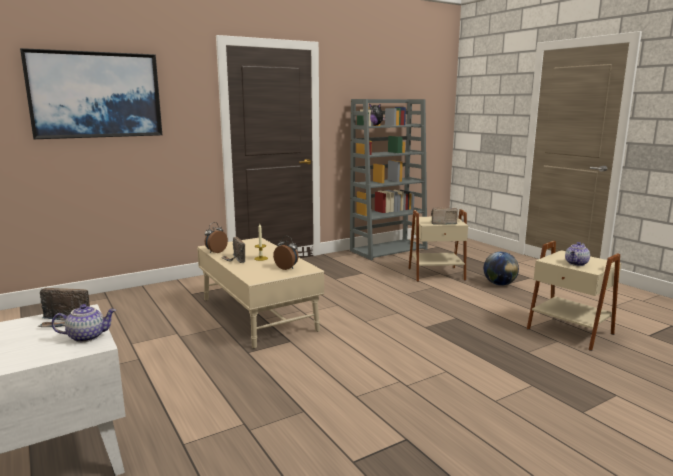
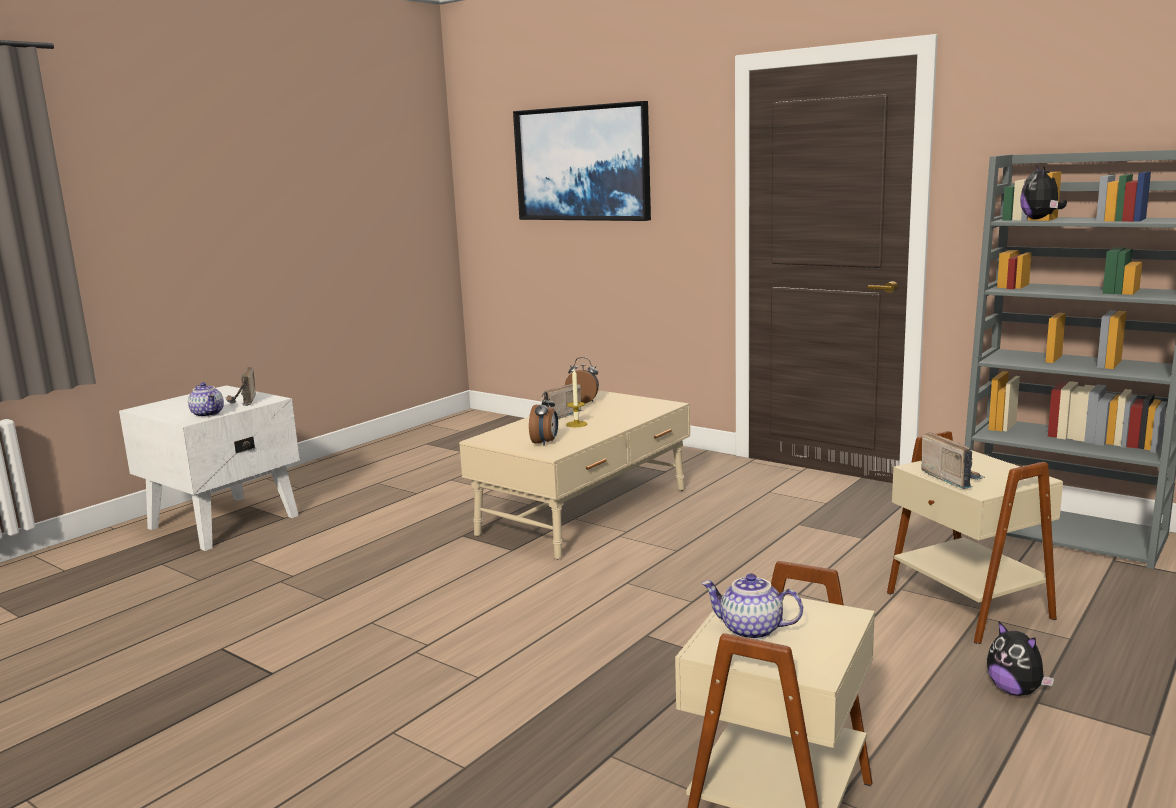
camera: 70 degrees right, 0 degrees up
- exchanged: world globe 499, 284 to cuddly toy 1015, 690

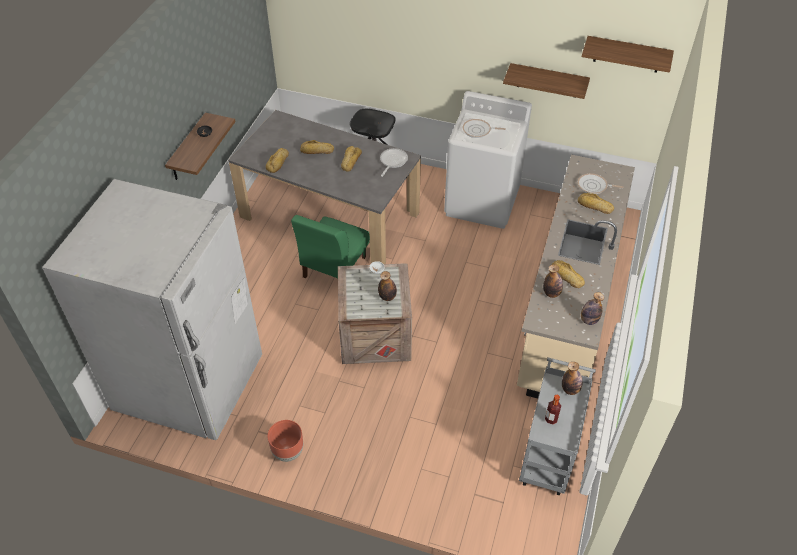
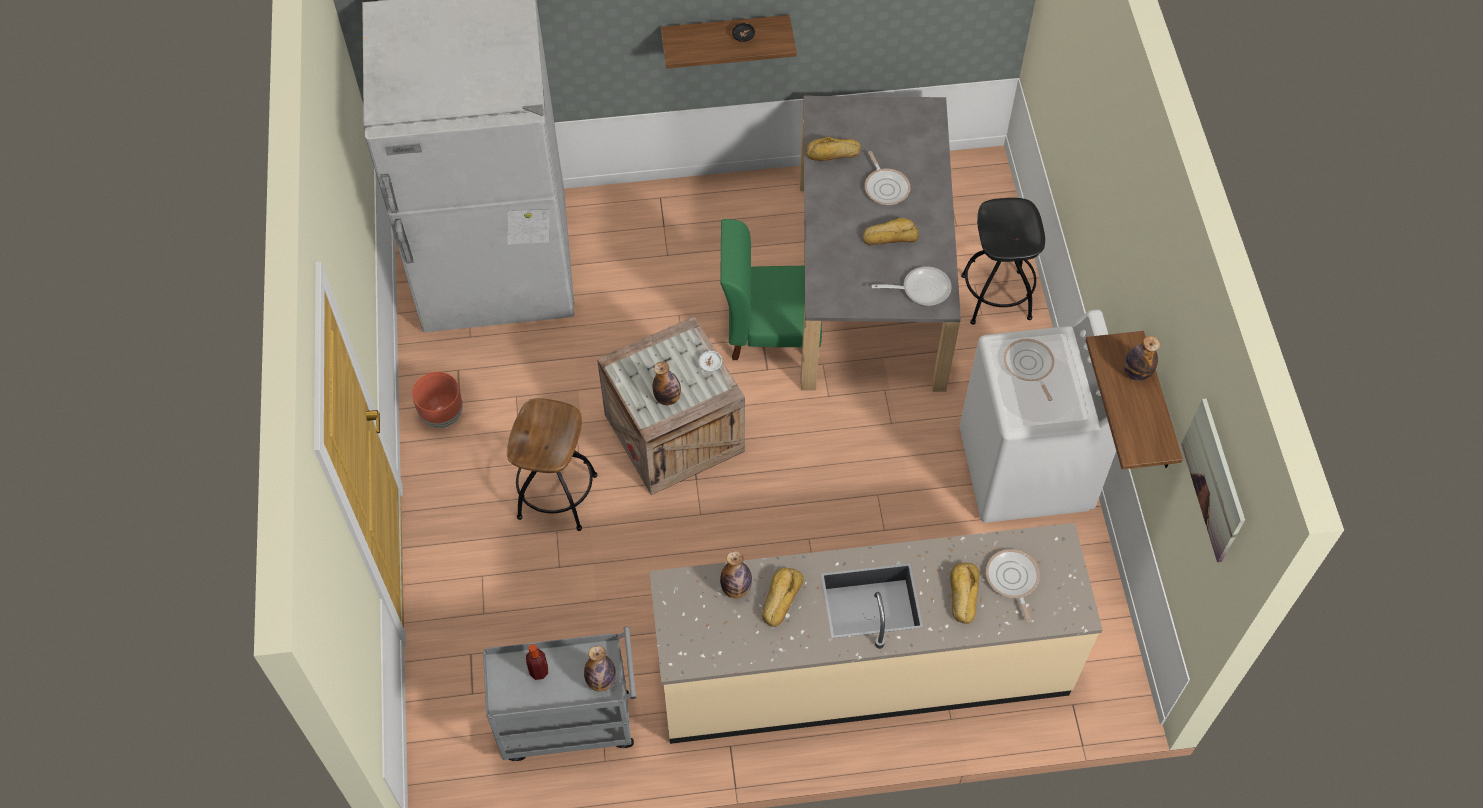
camera: 65 degrees right, 10 degrees up
- exchanged: baked bread 317, 151 to pan 886, 187
- relocated: drink bottle 589, 320 to 1136, 373
- exchanged: shelf 627, 54 to wall art 1214, 480
- appeared: brownish sitting stool 557, 496

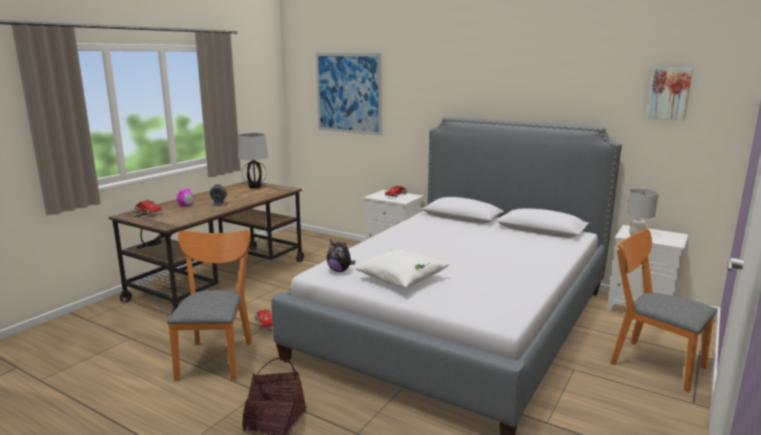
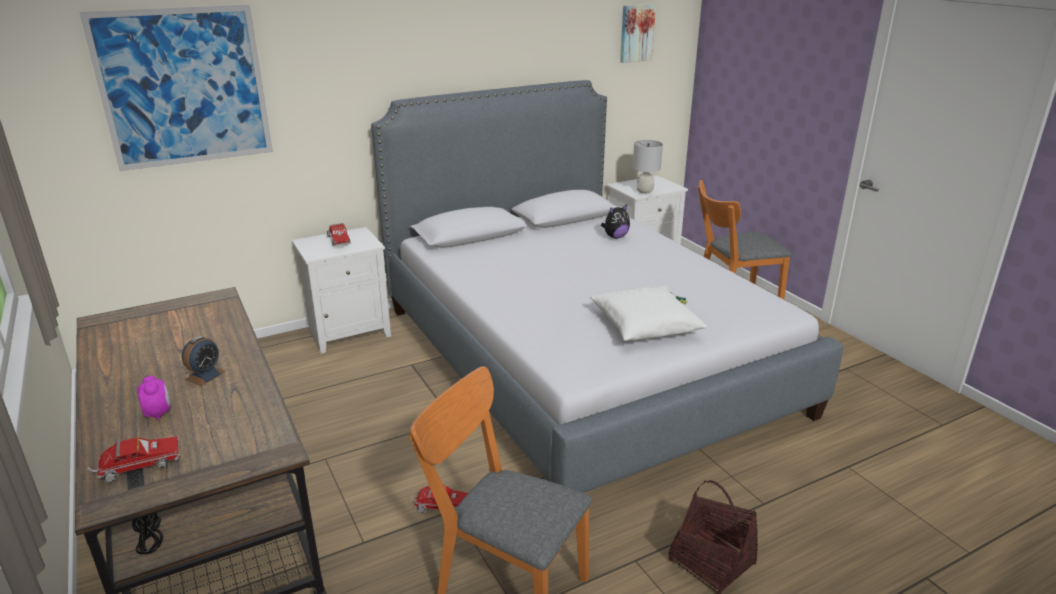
camera: 60 degrees left, 10 degrees up
- missing: table lamp 255, 186
- relocated: cuddly toy 340, 270 to 615, 237

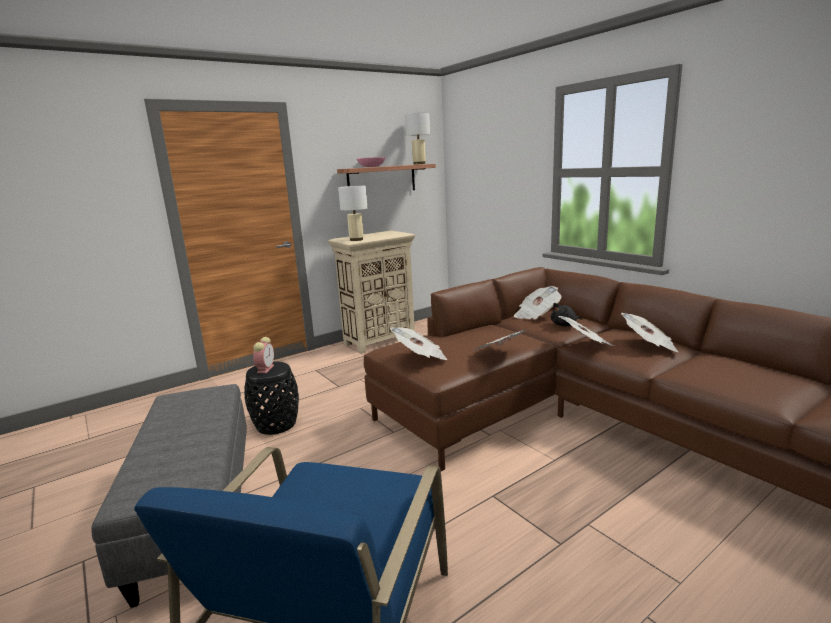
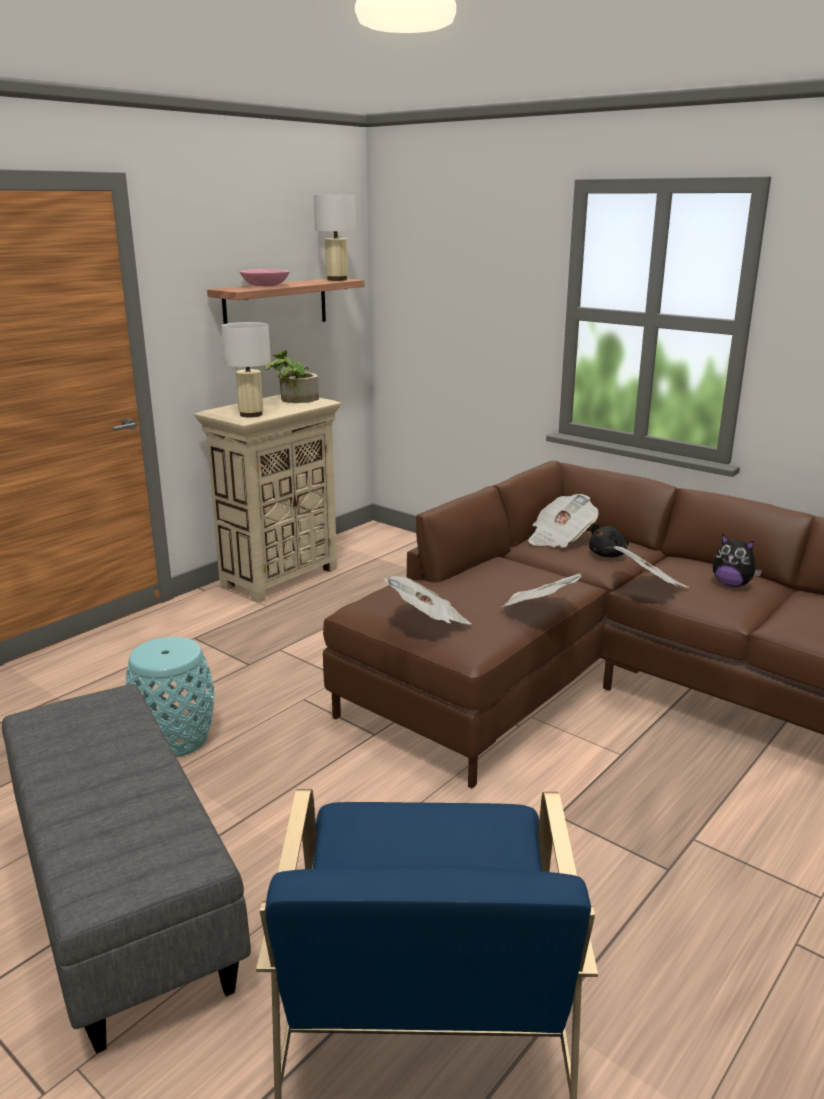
camera: 15 degrees left, 5 degrees up
- colour: black sitting stool 276, 424 to blue-green sitting stool 175, 739
- missing: table clock 265, 368
- exchanged: newspaper 649, 345 to cuddly toy 732, 584
- appeared: houseplant 293, 399

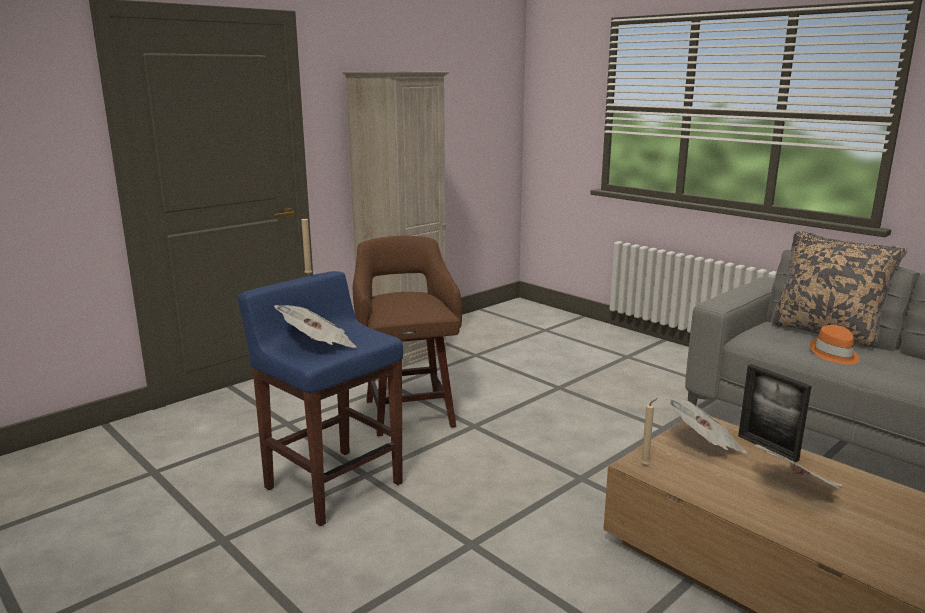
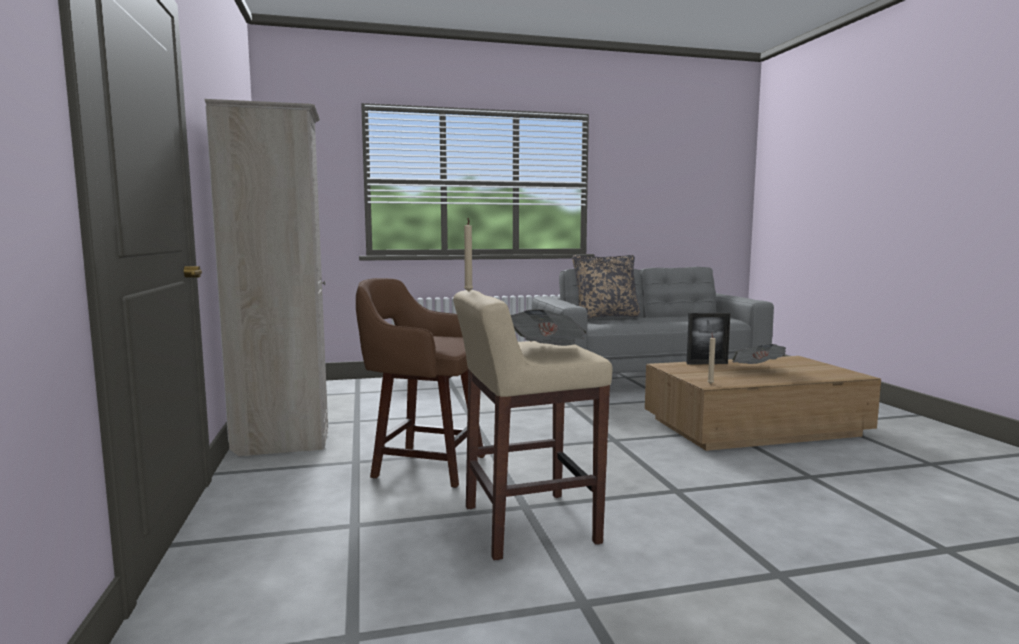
camera: 60 degrees left, 10 degrees down
- colour: blue-coloured sitting stool 332, 485 to beige-coloured sitting stool 527, 525
- missing: newspaper 704, 444
- missing: orange-coloured hat 834, 354

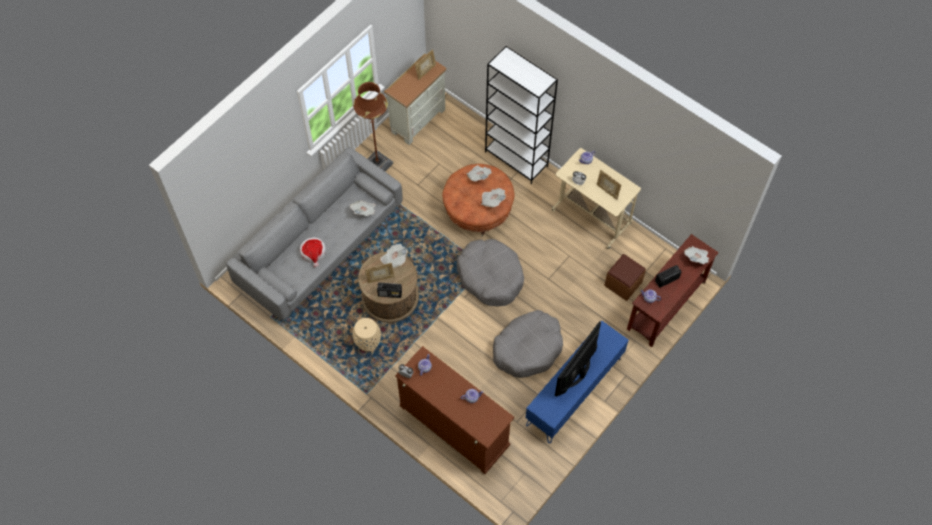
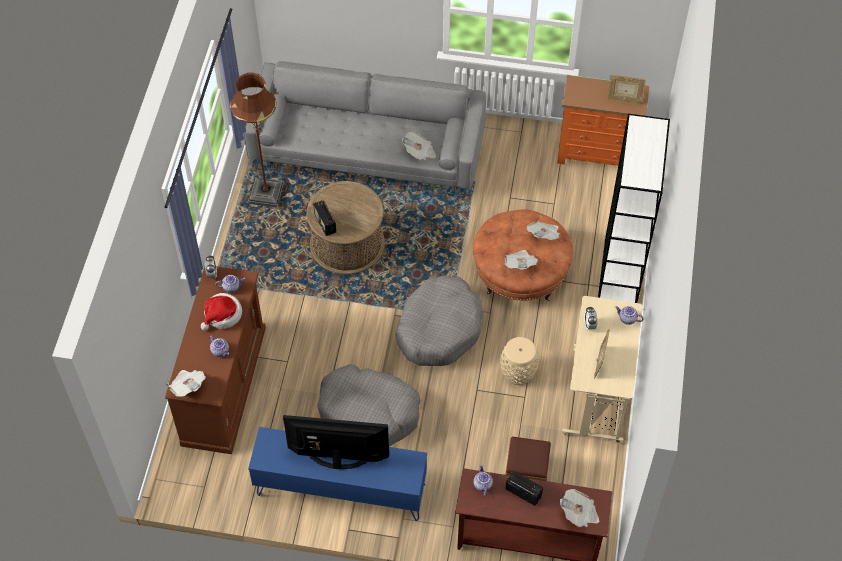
camera: 60 degrees right, 5 degrees down
- relocated: hat 313, 253 to 222, 315
- relocated: beige-coloured sitting stool 367, 342 to 518, 372
- relocated: brownish standing lamp 377, 164 to 266, 194
- missing: photo frame 380, 278
- relocated: newspaper 394, 260 to 188, 386
- colour: white-coloured chest of drawers 418, 120 to orange-coloured chest of drawers 596, 155

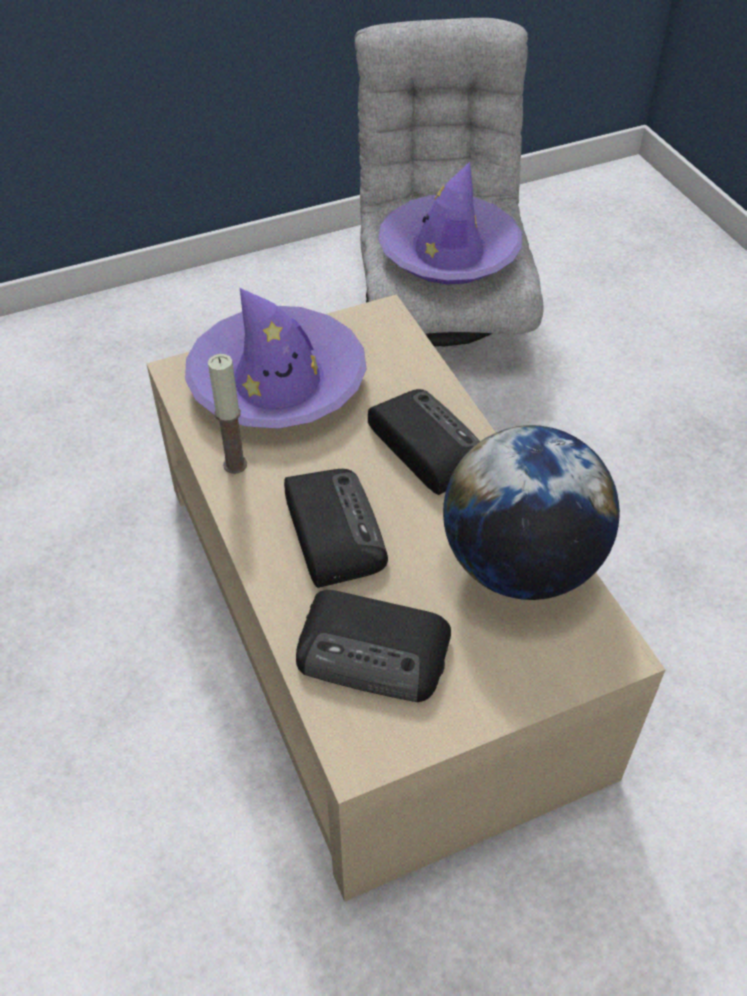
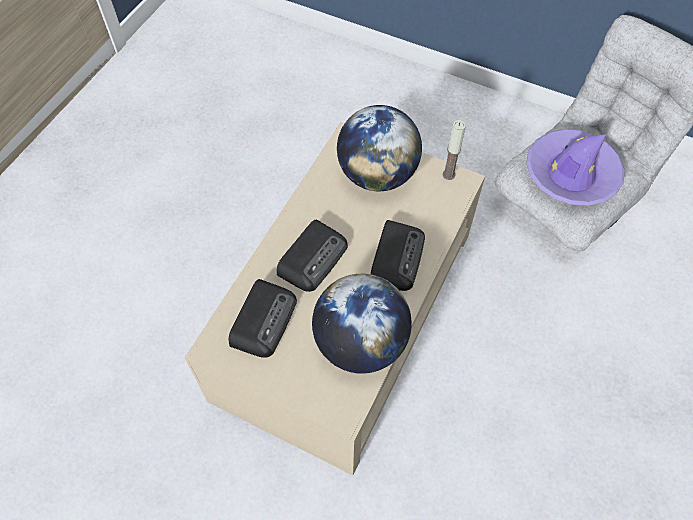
camera: 50 degrees right, 10 degrees up
- exchanged: purplish hat 278, 382 to world globe 377, 175
- relocated: candle 235, 465 to 448, 174
- spun: radio receiver 375, 652 = 263, 319 135 degrees counterclockwise

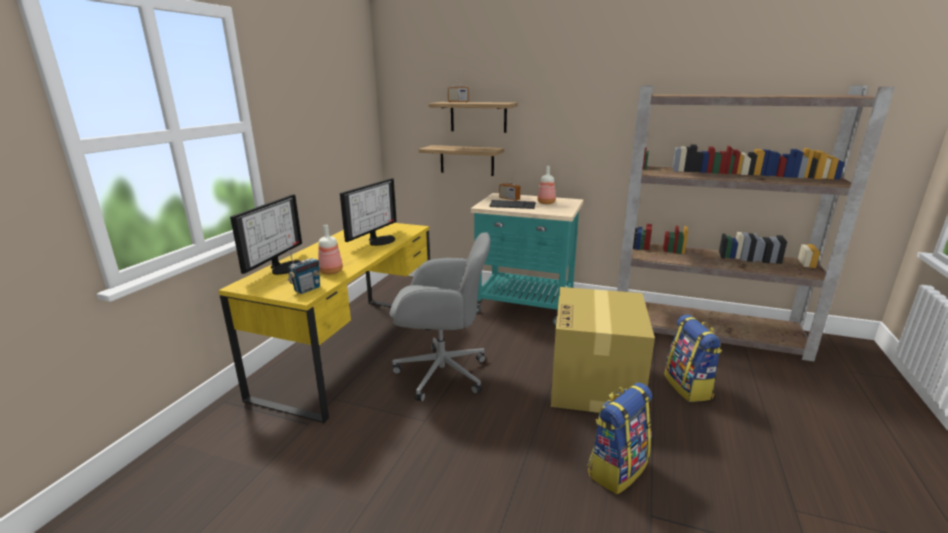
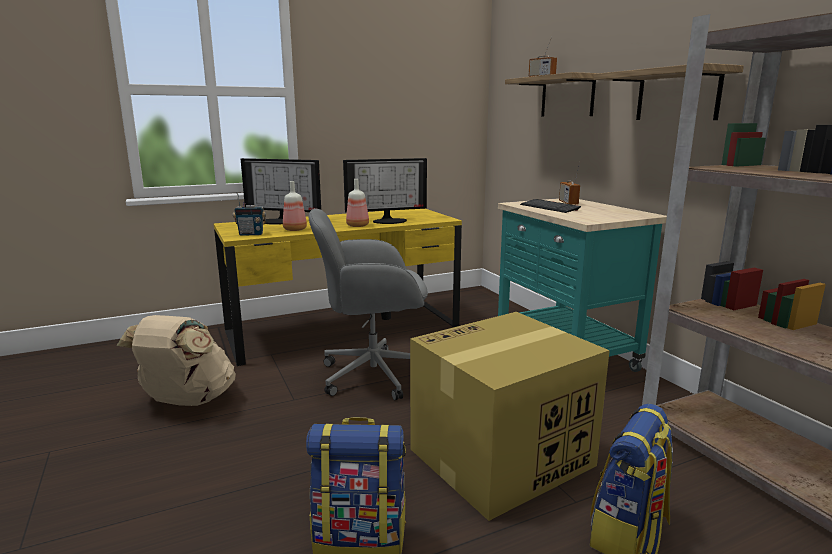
camera: 45 degrees right, 5 degrees down
- spun: monitor 284, 267 = 279, 221 45 degrees clockwise
- spun: greyish desk chair 443, 374 = 372, 375 120 degrees clockwise
- relocated: shelf 467, 160 to 677, 95
- relocated: drink bottle 546, 203 to 358, 225
- appeared: beige-coloured rucksack 187, 401

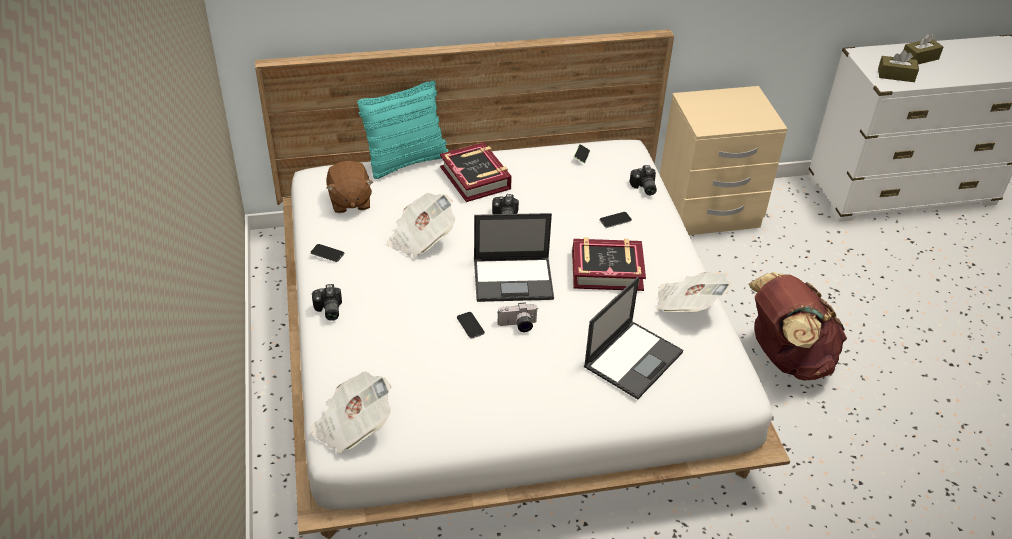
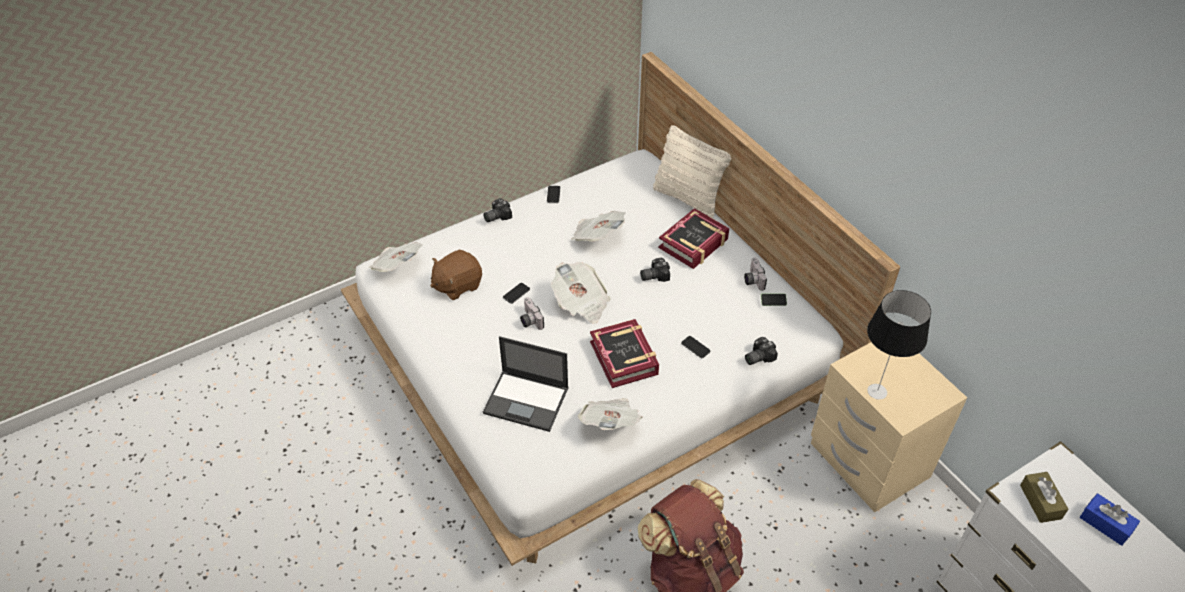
camera: 70 degrees right, 5 degrees up
- relocated: brownish cuddly toy 349, 201 to 457, 285
- colour: blue-green throw pillow 406, 161 to beige-coloured throw pillow 689, 198
- exchanged: laptop 514, 279 to newspaper 581, 303
- colour: brownish tissue box 920, 58 to blue-coloured tissue box 1105, 524
- appeared: photo camera 752, 280
- appeared: table lamp 877, 392

